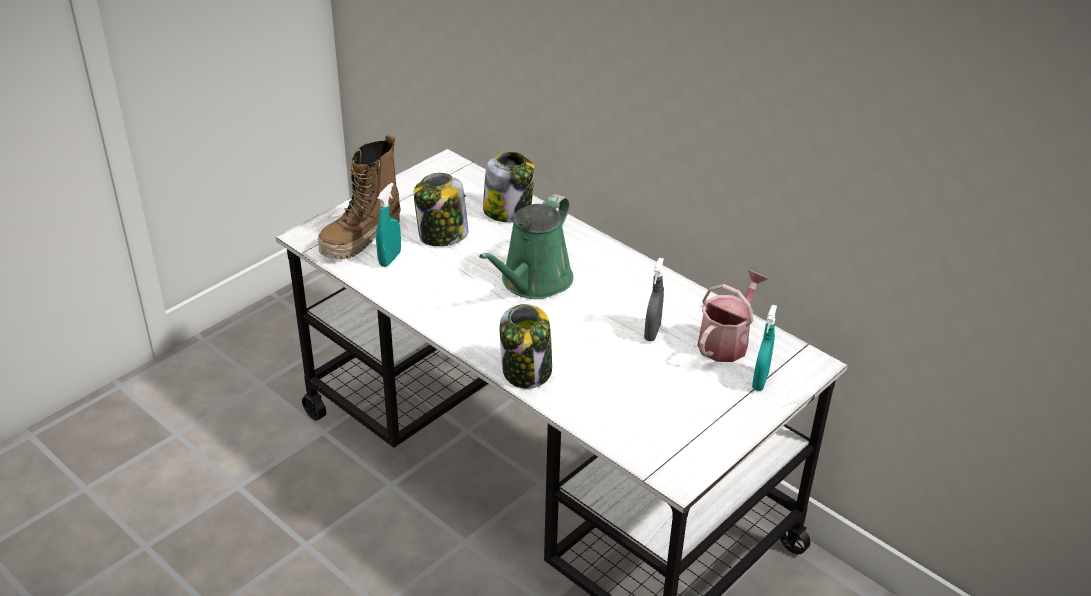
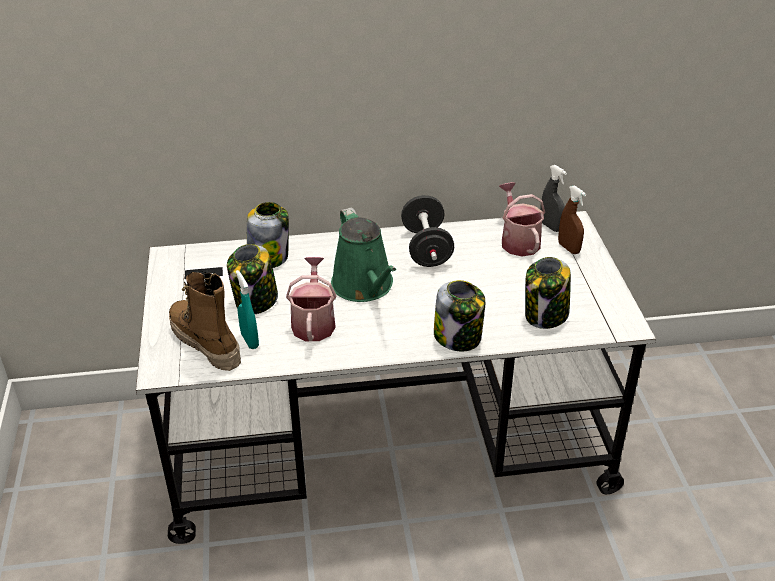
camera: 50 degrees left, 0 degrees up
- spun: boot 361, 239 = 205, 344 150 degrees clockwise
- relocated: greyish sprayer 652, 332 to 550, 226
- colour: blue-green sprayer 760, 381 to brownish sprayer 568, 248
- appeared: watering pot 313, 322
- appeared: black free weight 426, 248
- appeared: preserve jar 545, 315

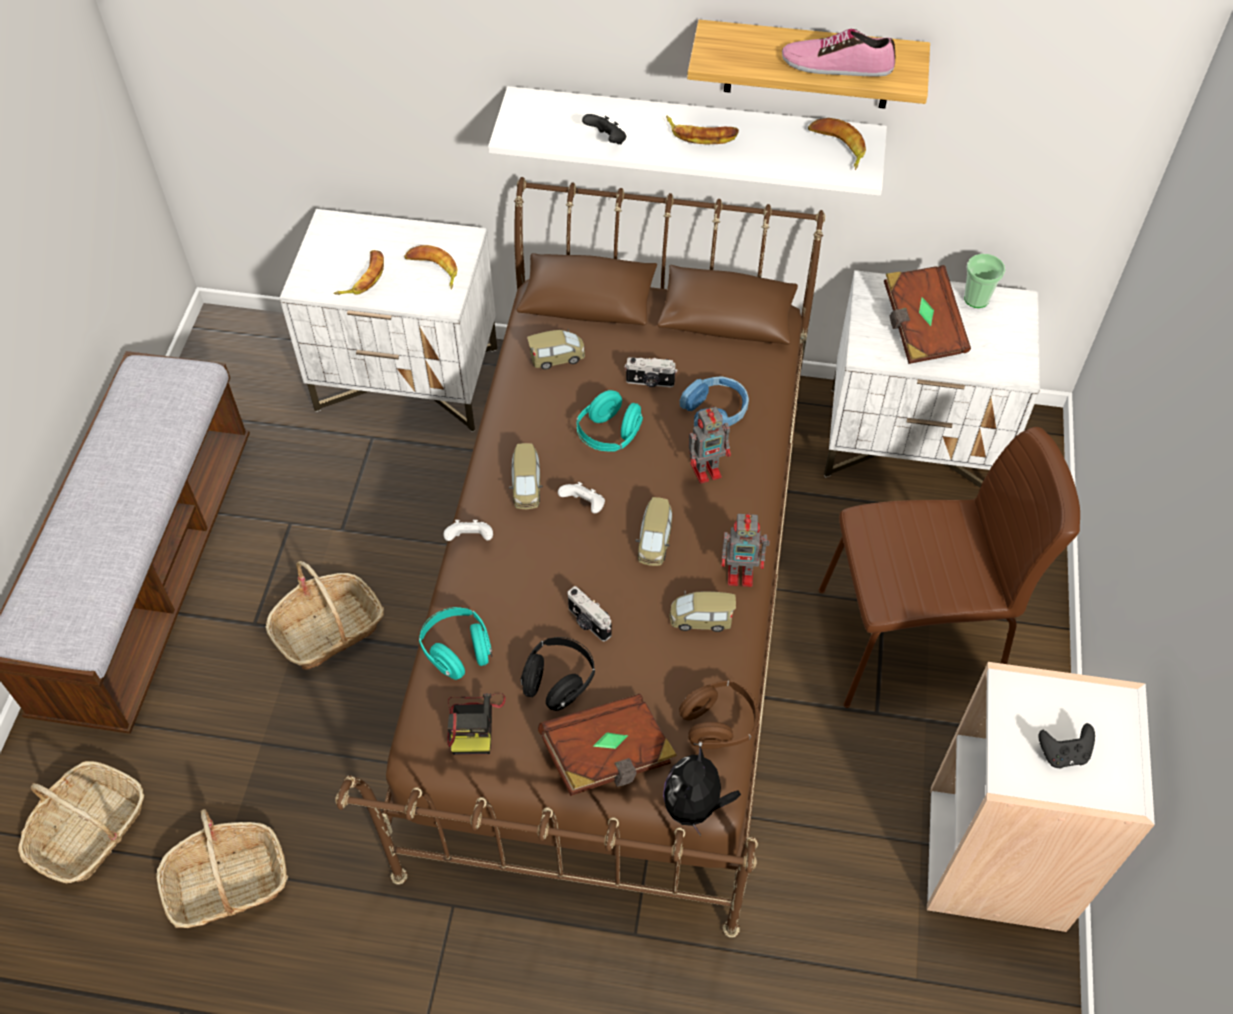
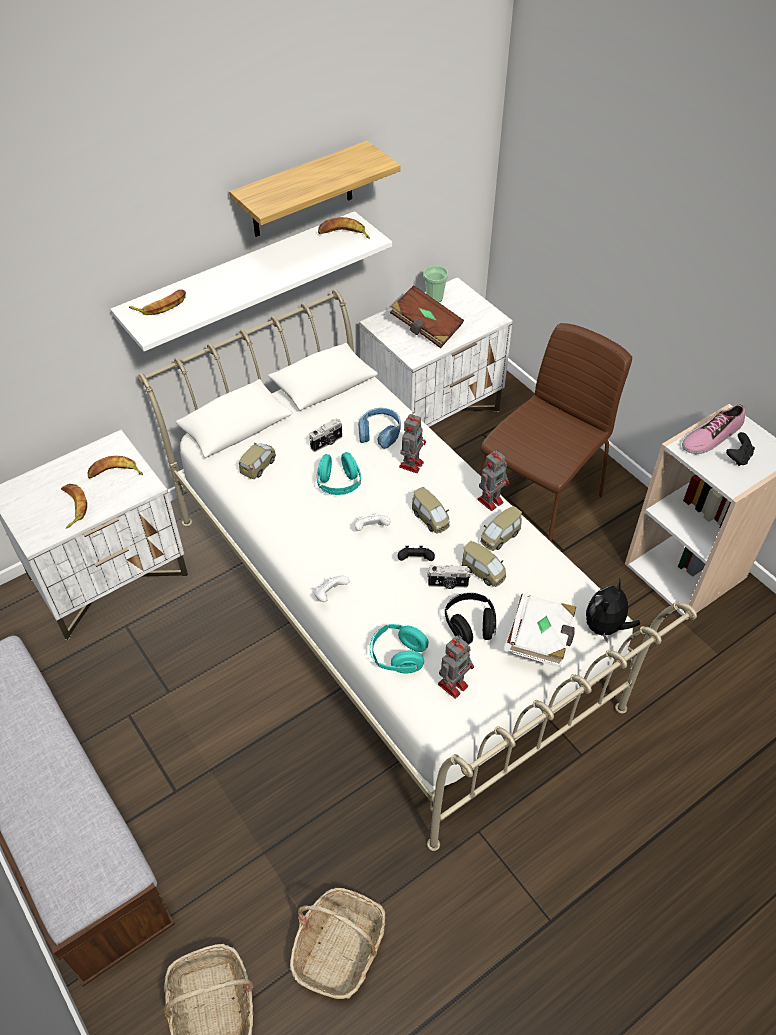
camera: 45 degrees left, 5 degrees down
- missing: household basket 329, 630
- colour: brownish bed 615, 618 to white-coloured bed 387, 610
- exchanged: photo camera 474, 723 to robot figure 454, 684
- relocated: model car 526, 487 to 483, 572
- colour: brownish book 608, 756 to white-coloured book 540, 639
- relocated: black game controller 606, 141 to 415, 561
- spun: cuddly toy 695, 806 = 605, 627 60 degrees clockwise
- relocated: banana fruit 701, 134 to 161, 306
- missing: brownish headset 719, 724
- relocated: low shoe 837, 65 to 711, 436

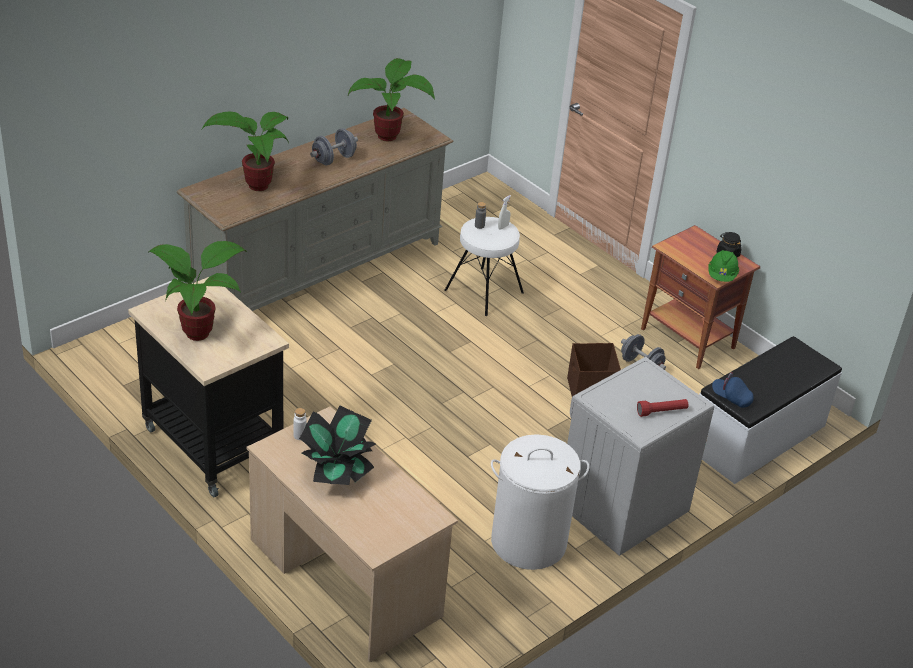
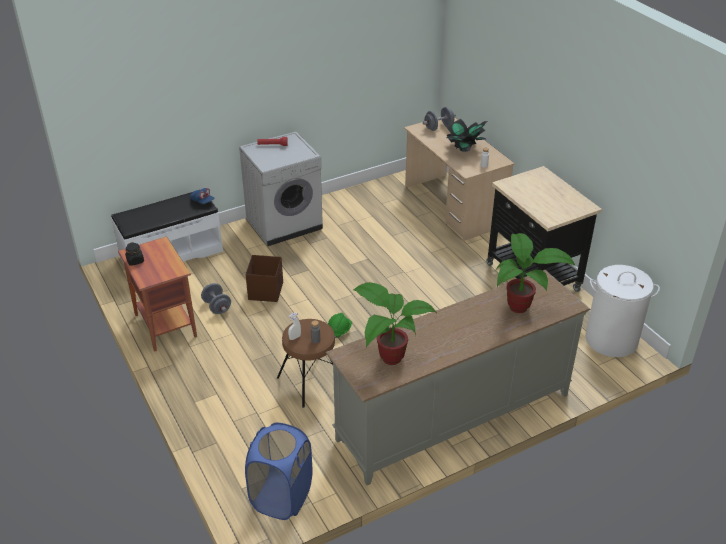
camera: 165 degrees left, 0 degrees up
- missing: houseplant 200, 331
- relocated: greyish free weight 334, 159 to 438, 127
- colour: white-coloured sitting stool 484, 291 to brownish sitting stool 310, 382
- relocated: white-coloured washing basket 529, 542 to 611, 340
- relocated: green hard hat 722, 276 to 339, 331
- appeared: blue-coloured washing basket 281, 497

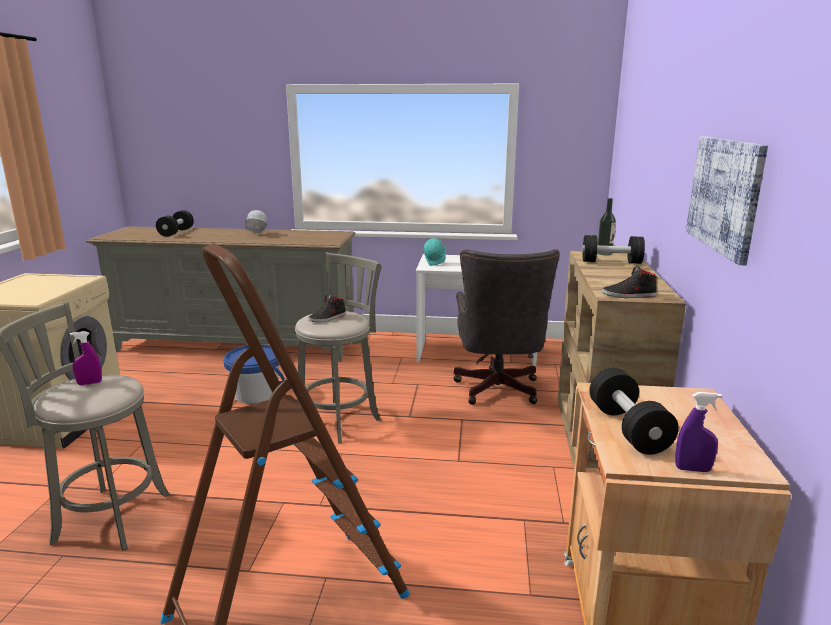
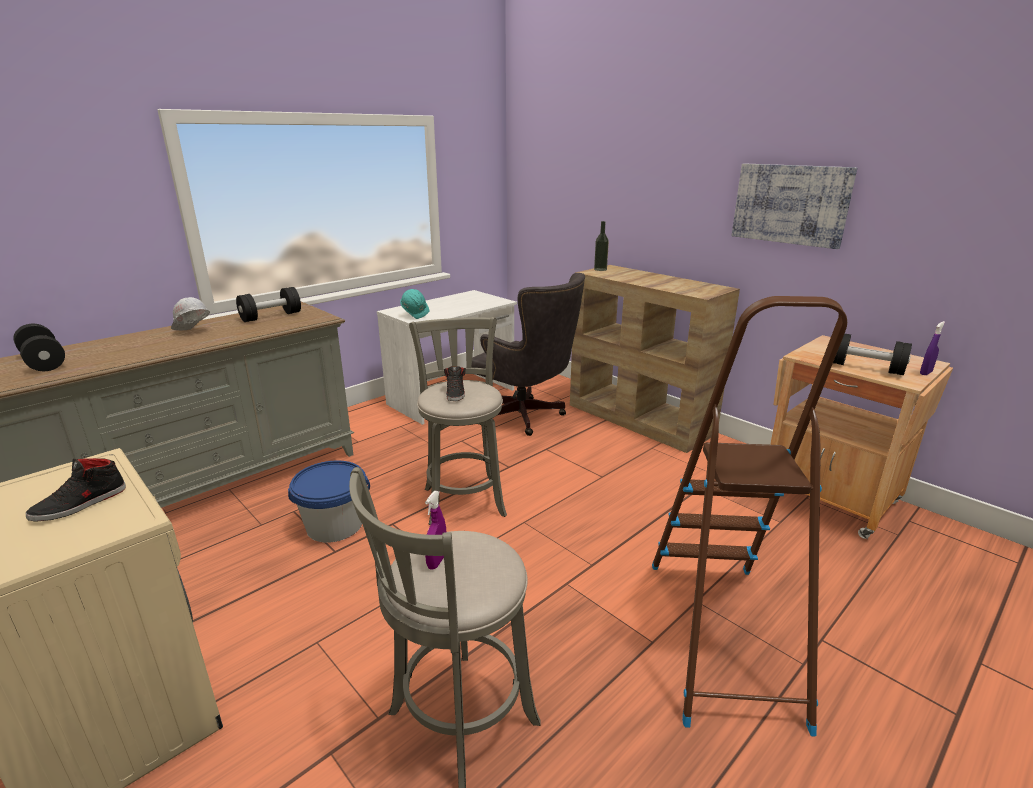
camera: 50 degrees left, 5 degrees up
- relocated: black free weight 611, 262 to 271, 316
- relocated: black low shoe 629, 295 to 80, 504

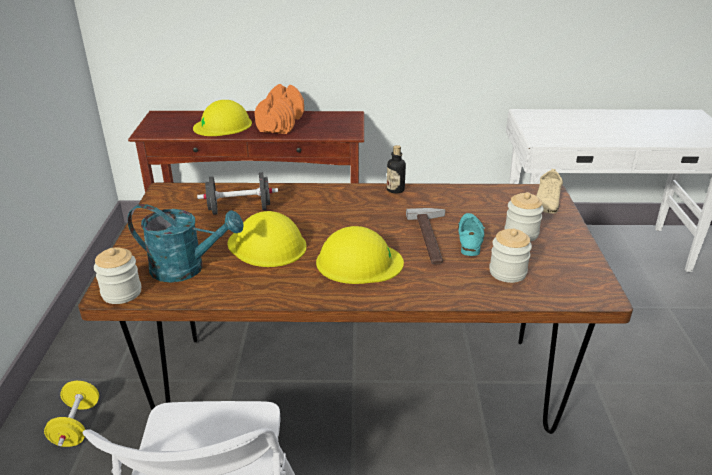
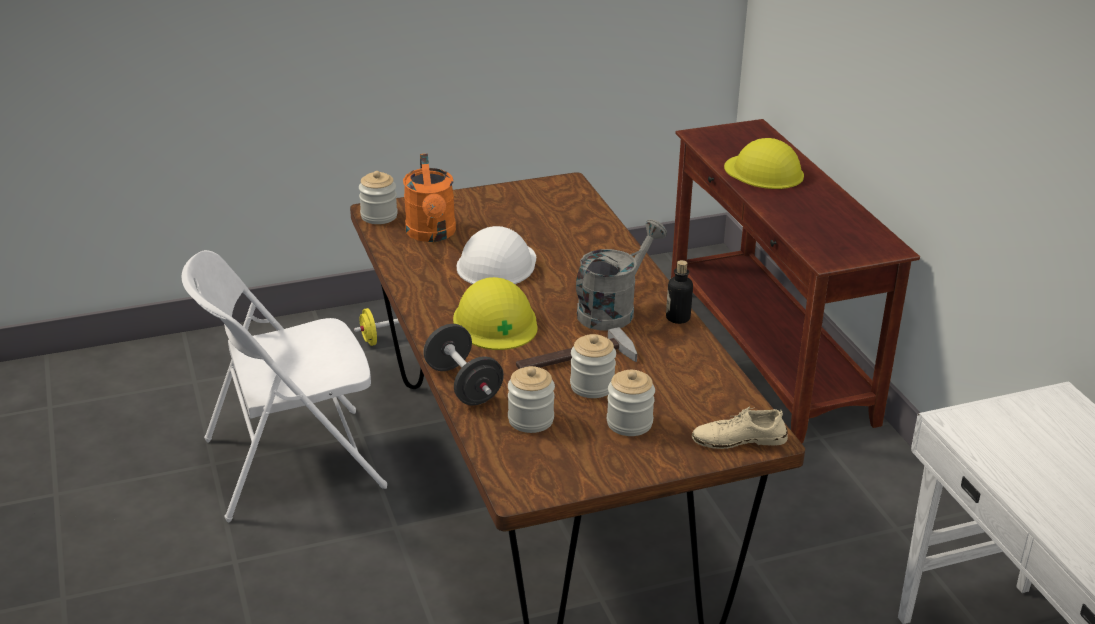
camera: 70 degrees right, 0 degrees up
- colour: blue-green watering pot 187, 268 to orange-coloured watering pot 432, 234
- relocated: black free weight 239, 209 to 463, 385
- colour: yellowish hard hat 267, 245 to white-coloured hard hat 496, 264
- missing: orange-coloured free weight 281, 124
- exchanged: blue-green low shoe 470, 238 to preserve jar 592, 386
- appeared: greyish watering pot 613, 309

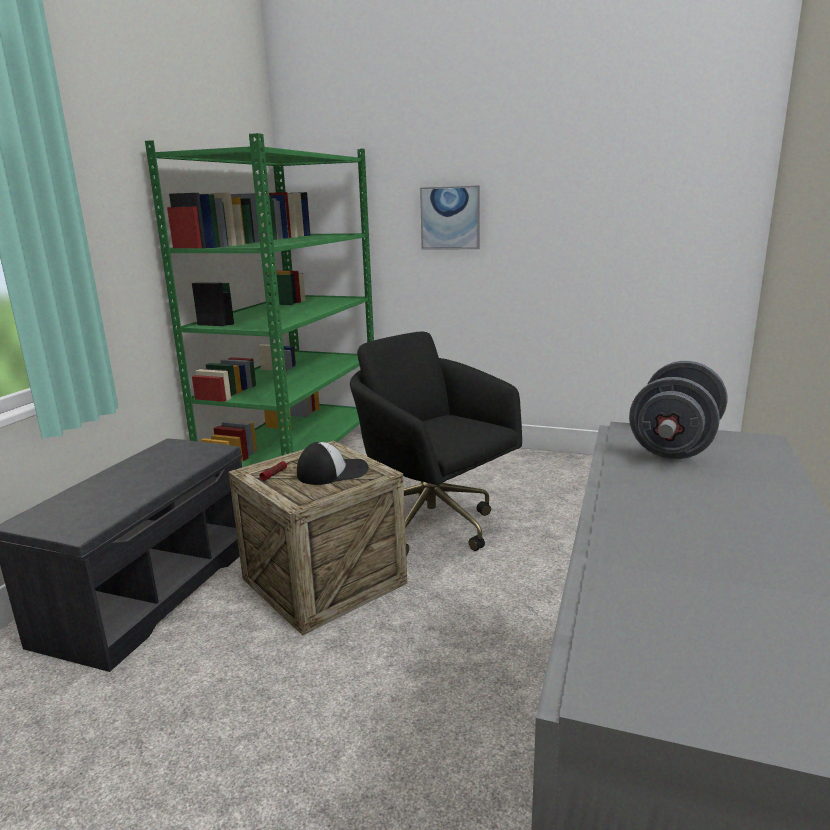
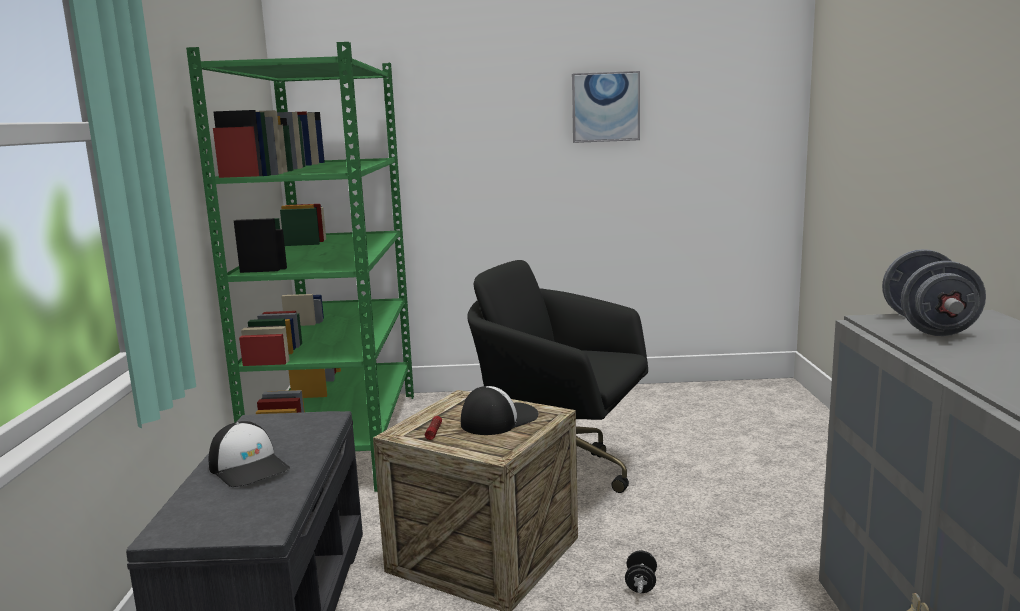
camera: 20 degrees left, 5 degrees down
- relocated: wall art 450, 218 to 605, 107
- appeared: cap 249, 467
- appeared: black free weight 641, 585

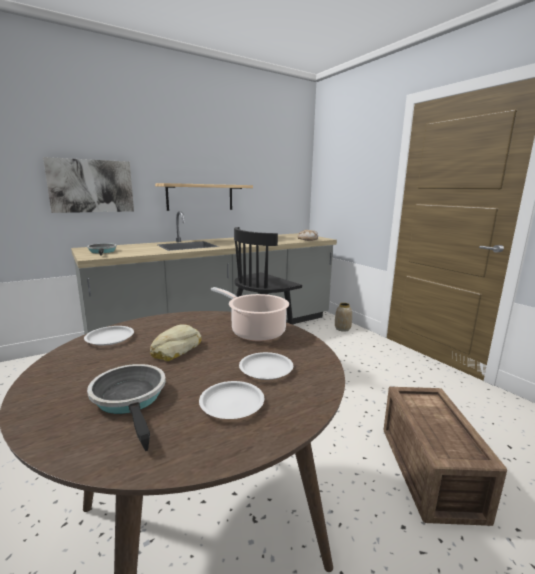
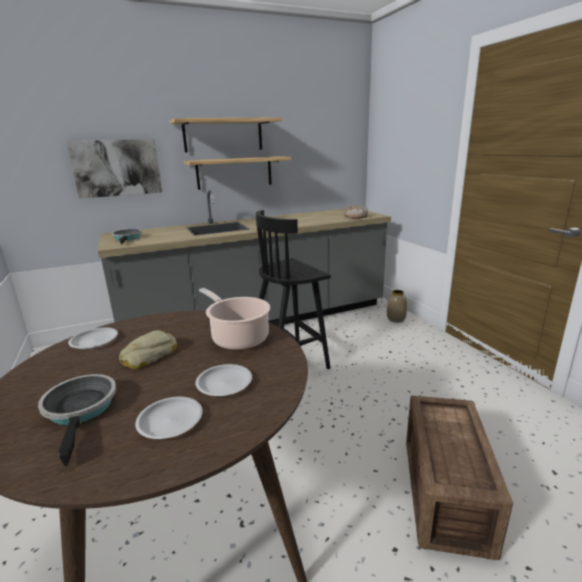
camera: 10 degrees right, 5 degrees up
- appeared: shelf 223, 135

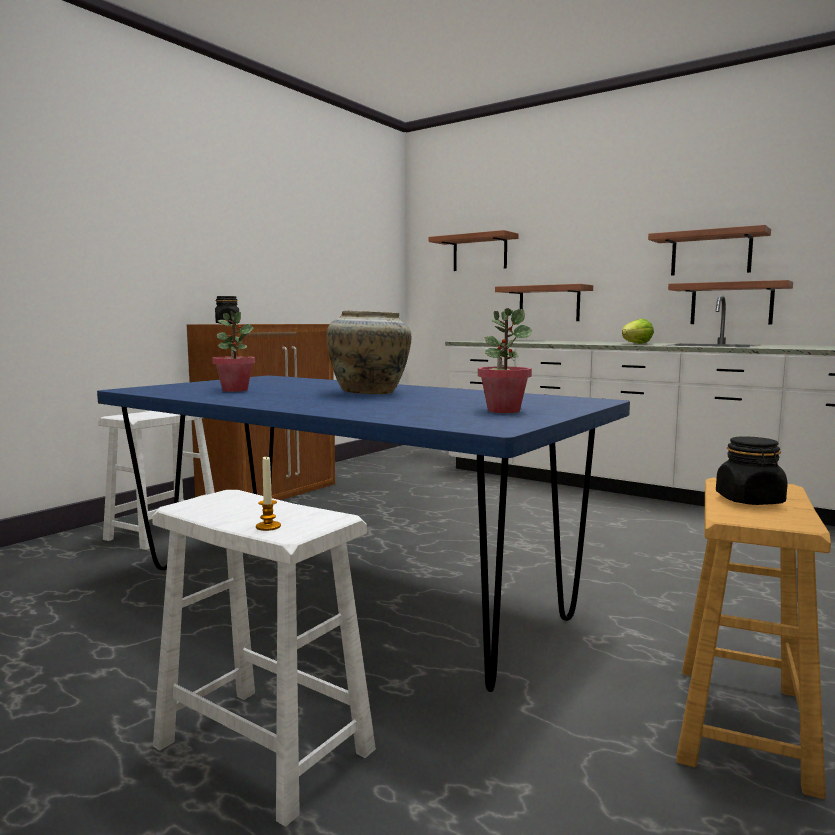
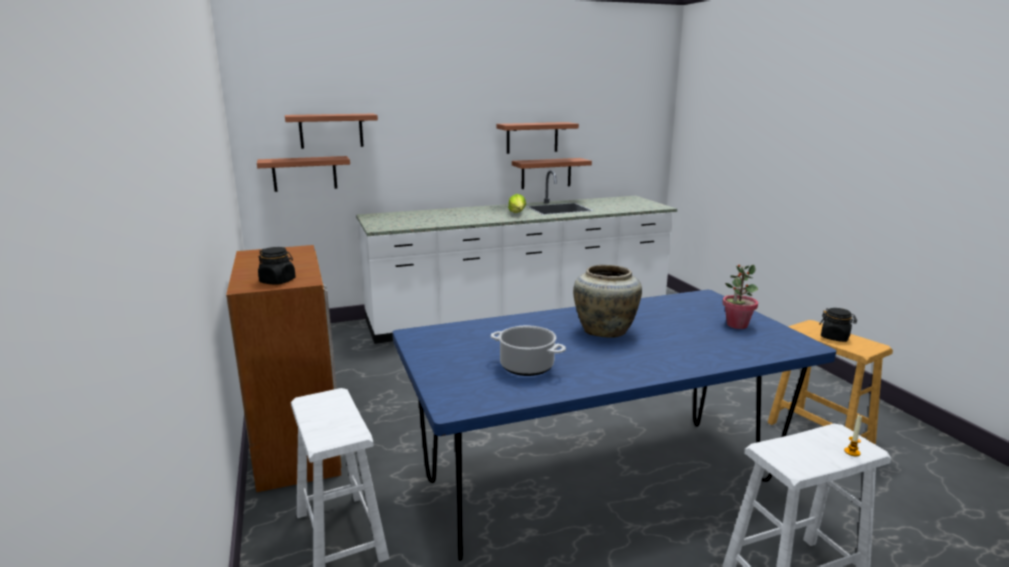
camera: 55 degrees left, 10 degrees up
- exchanged: houseplant 235, 390 to saucepot 526, 366
- relocated: shelf 549, 303 to 304, 173

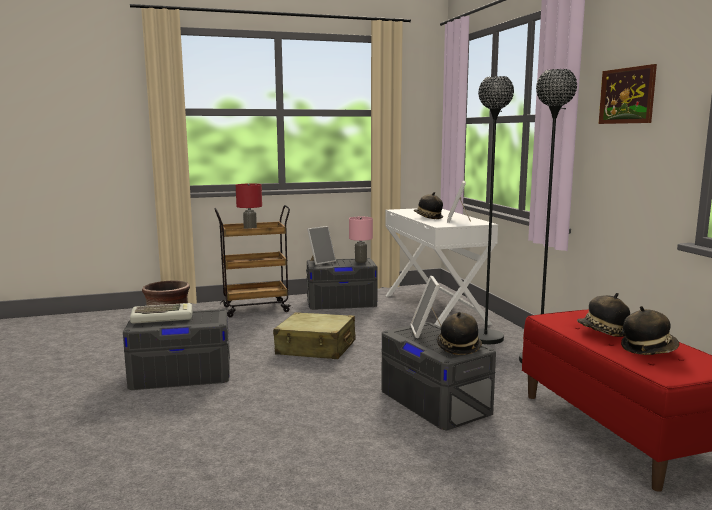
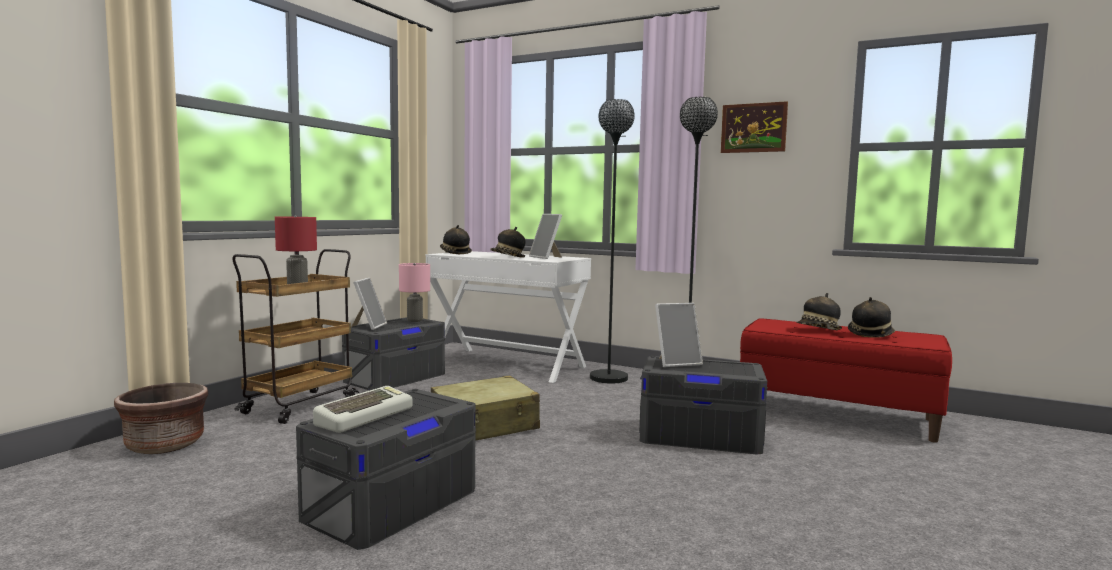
camera: 45 degrees left, 5 degrees down
- spun: photo frame 427, 332 = 676, 362 60 degrees counterclockwise
- relocated: hat 458, 347 to 455, 253

